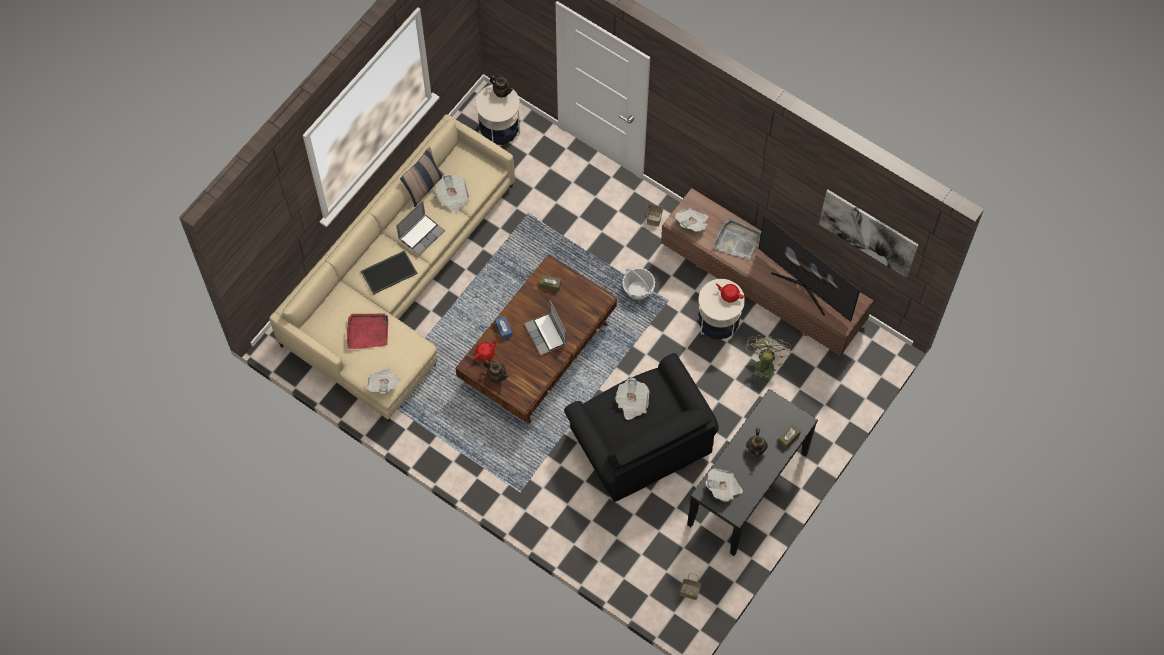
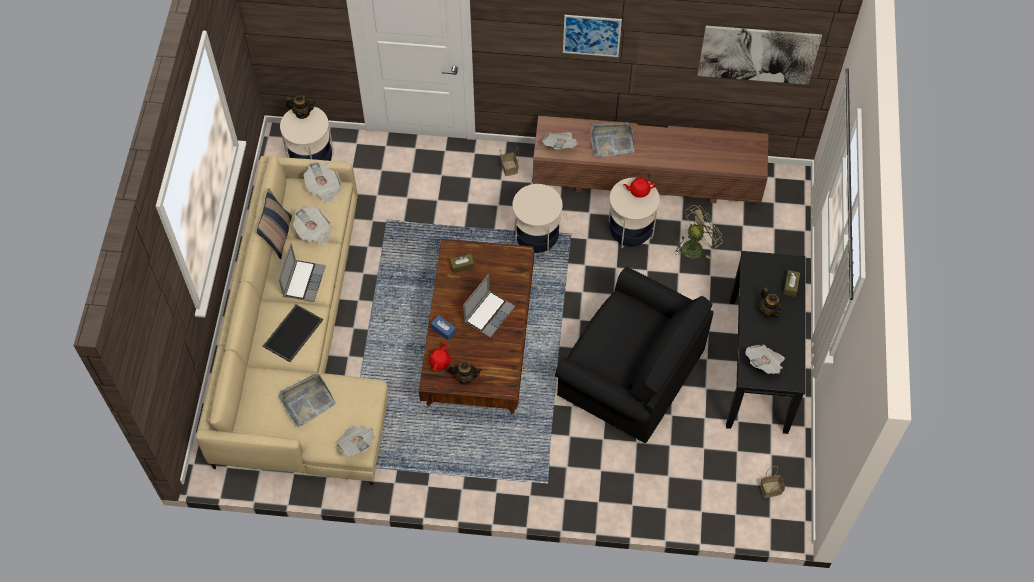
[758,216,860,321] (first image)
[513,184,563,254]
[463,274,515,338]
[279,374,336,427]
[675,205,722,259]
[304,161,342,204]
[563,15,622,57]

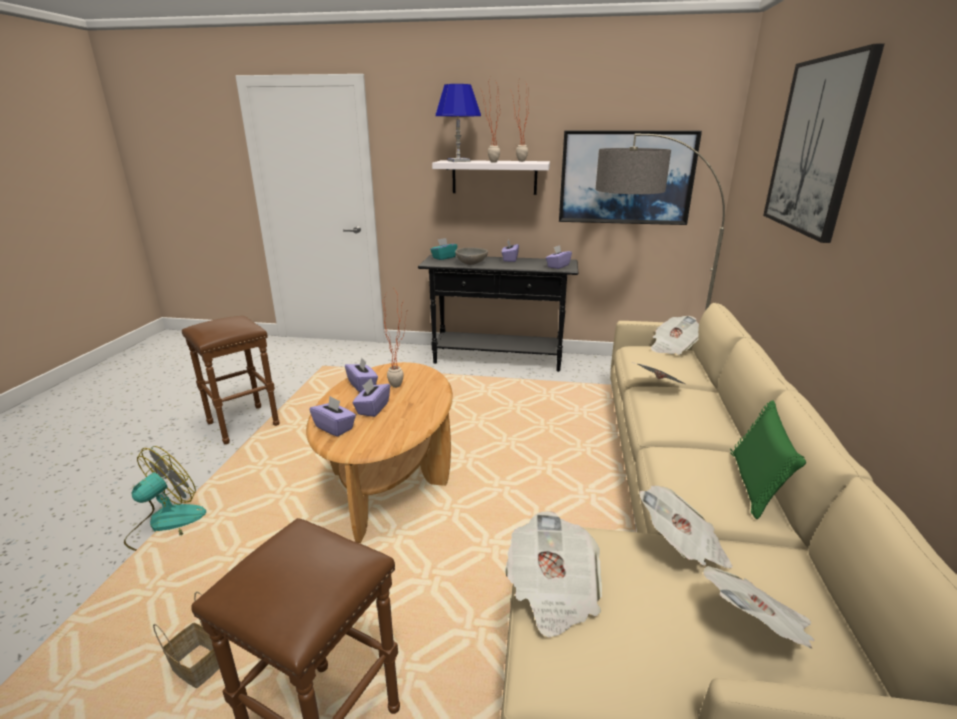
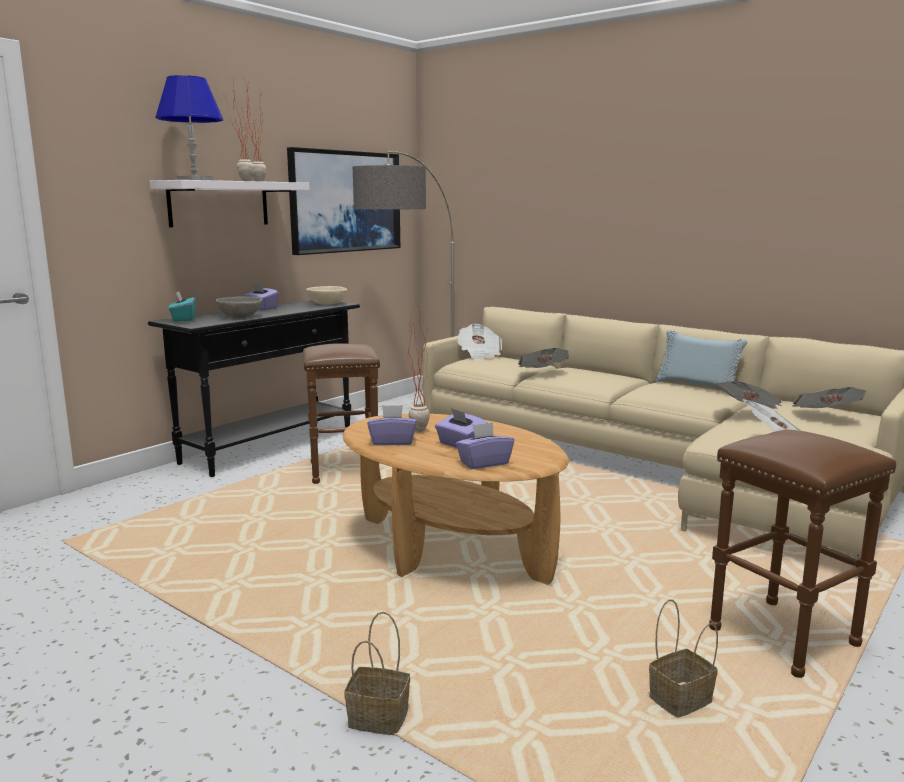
[763,43,885,243] (first image)
[306,286,347,305]
[303,344,380,484]
[655,330,747,395]
[344,612,410,735]

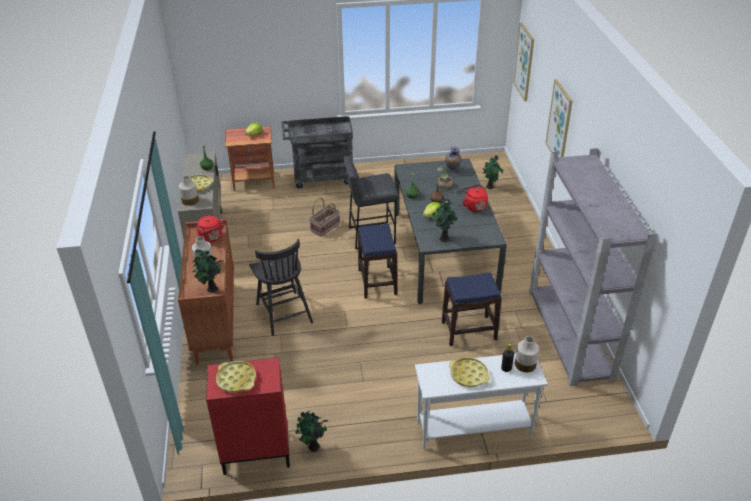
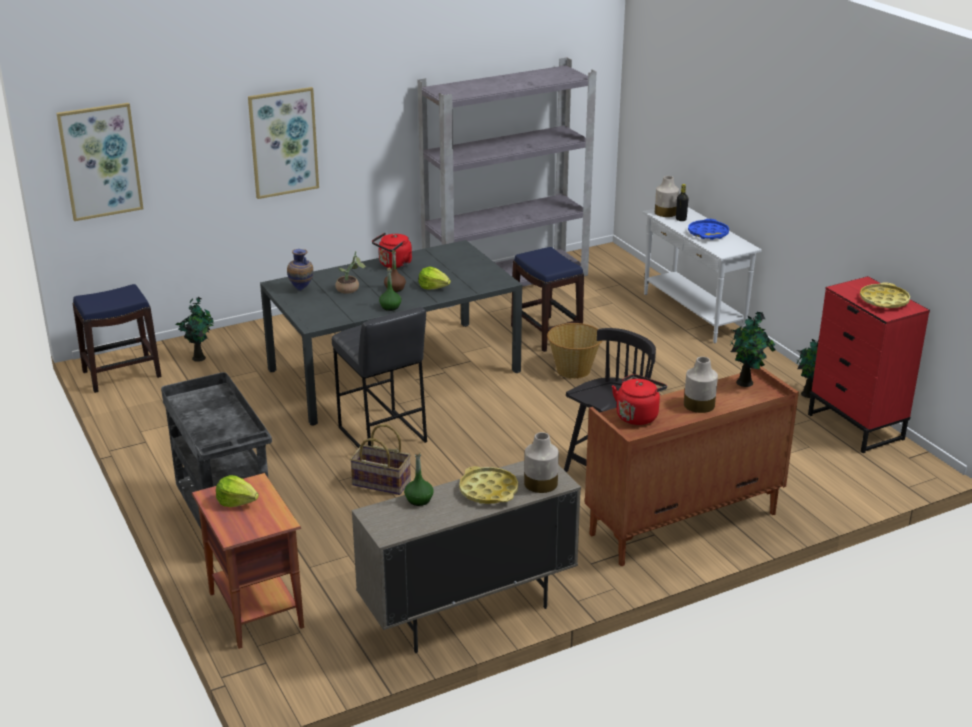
[432,197,457,242] (first image)
[73,284,162,393]
[688,219,729,240]
[547,323,602,379]

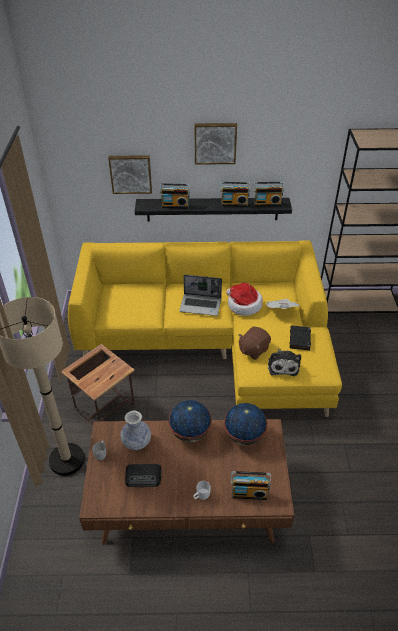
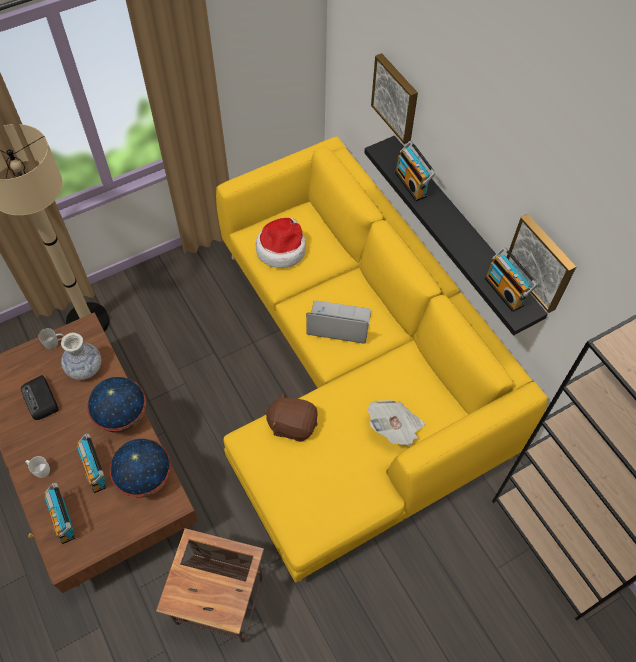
[507,214,576,313]
[77,433,106,493]
[306,300,371,344]
[255,218,306,268]
[290,326,311,350] (first image)
[156,528,264,643]
[268,349,301,376] (first image)

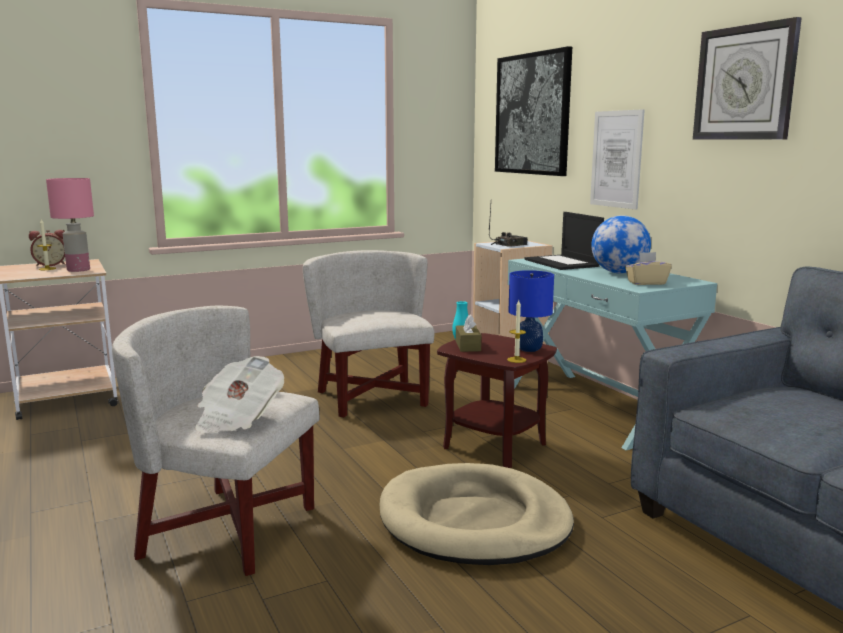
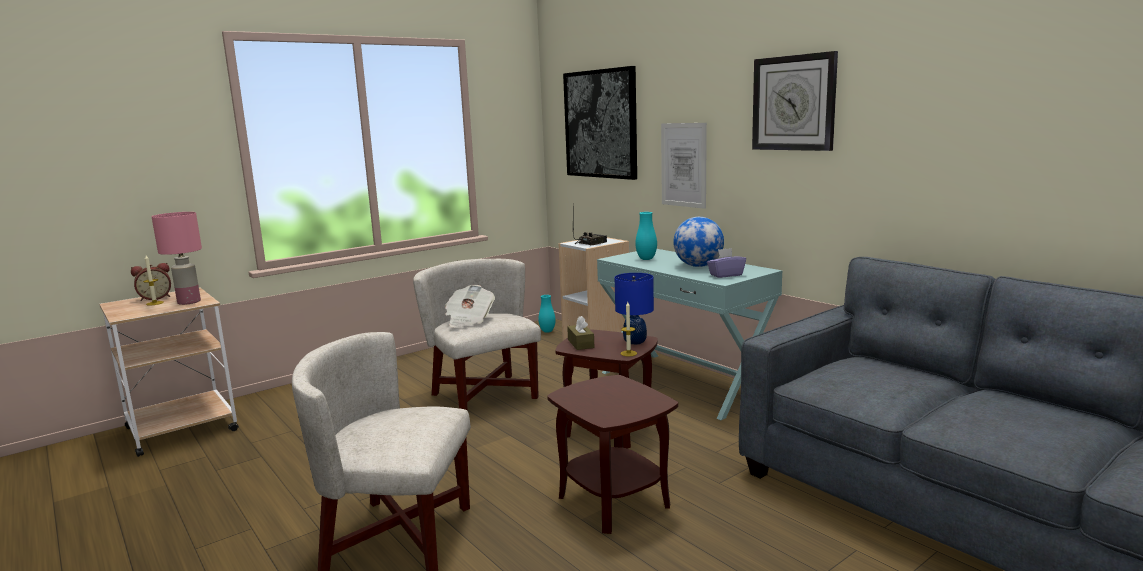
[635,212,657,260]
[707,248,746,278]
[445,285,495,328]
[547,375,678,534]

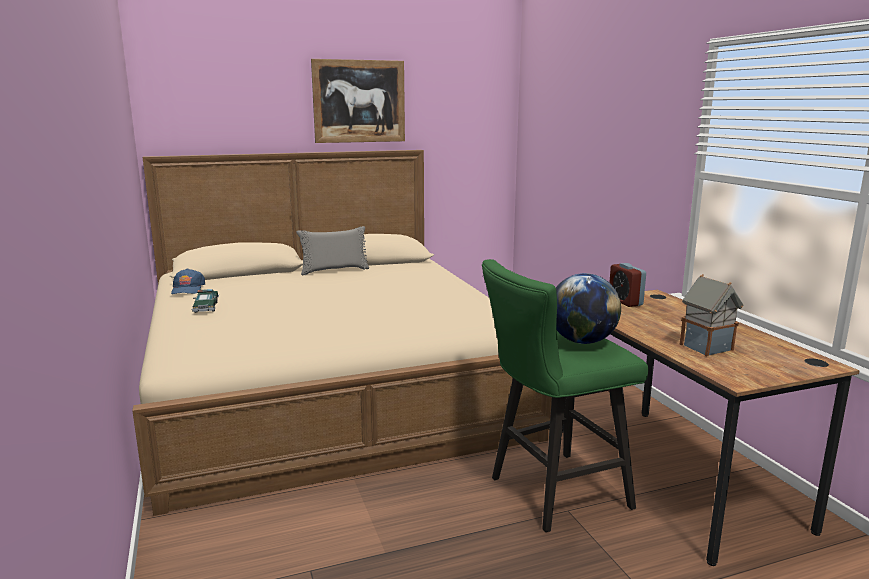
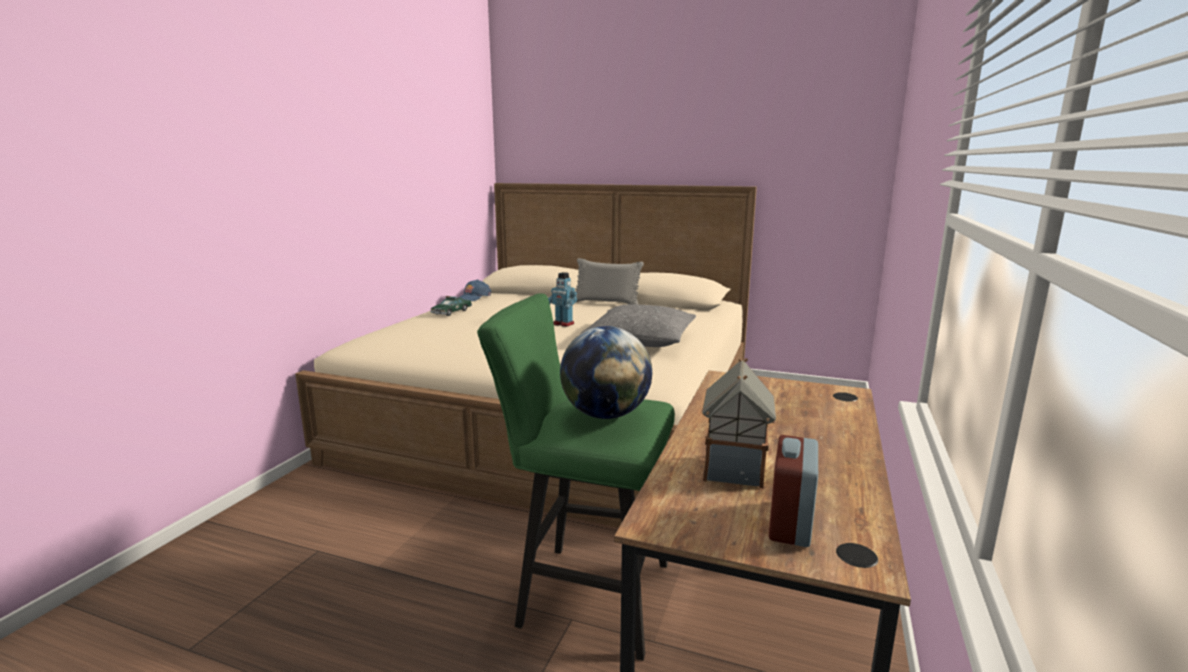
[311,59,405,143] (first image)
[769,435,818,547]
[548,272,577,327]
[580,304,696,347]

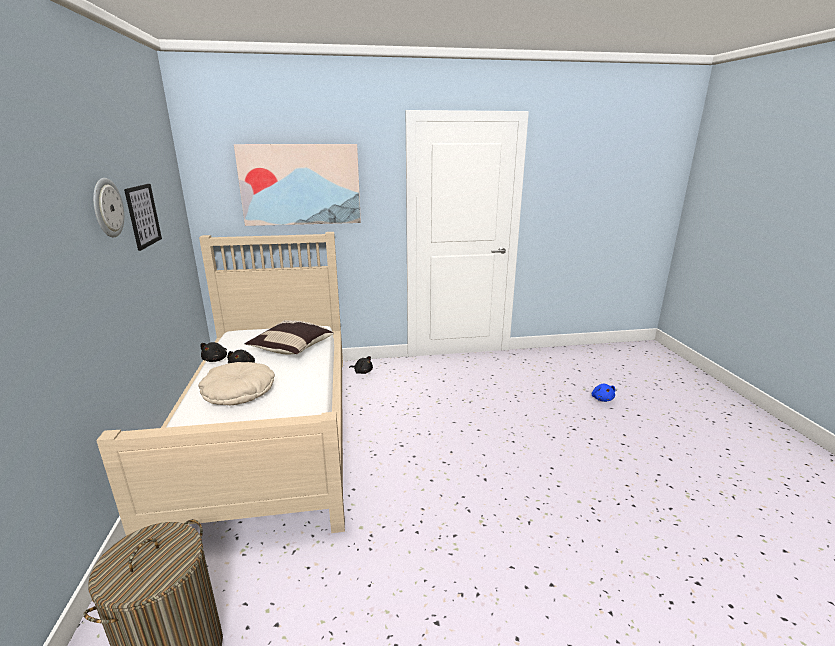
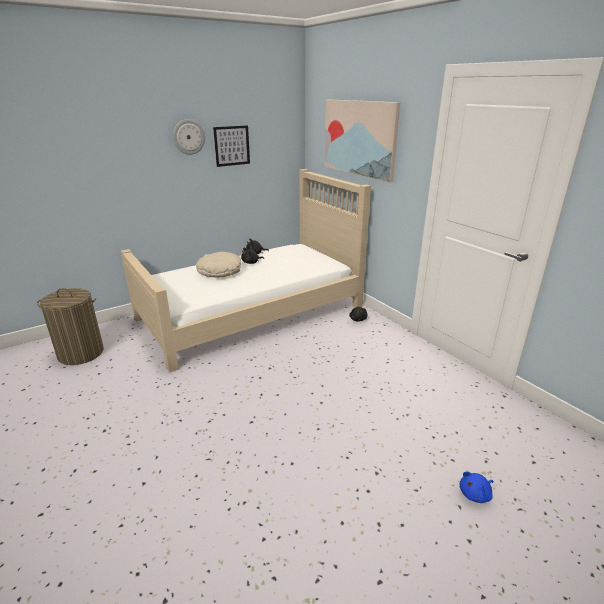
[245,320,334,355] (first image)

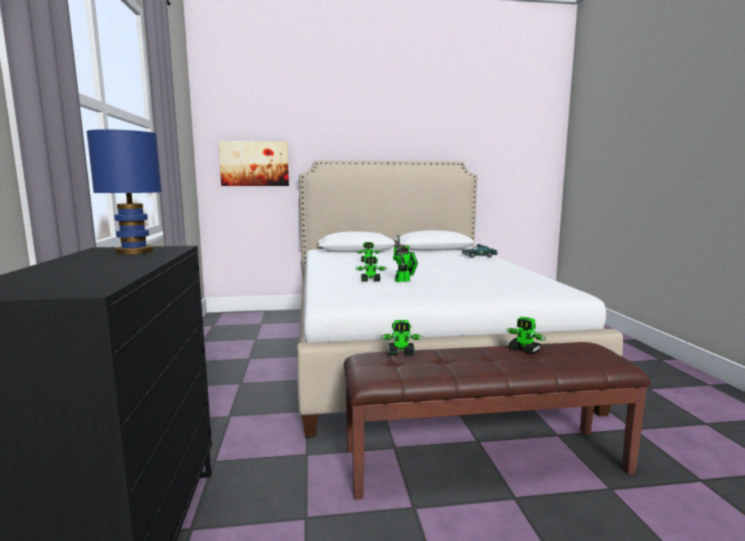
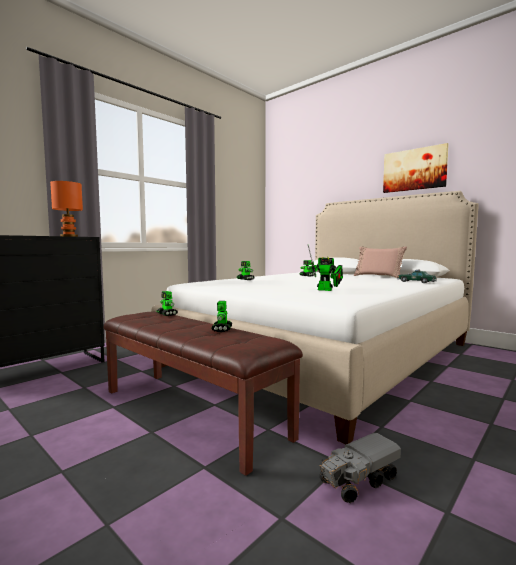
[50,181,83,237]
[383,143,449,193]
[308,245,343,291]
[354,246,407,279]
[320,433,401,503]

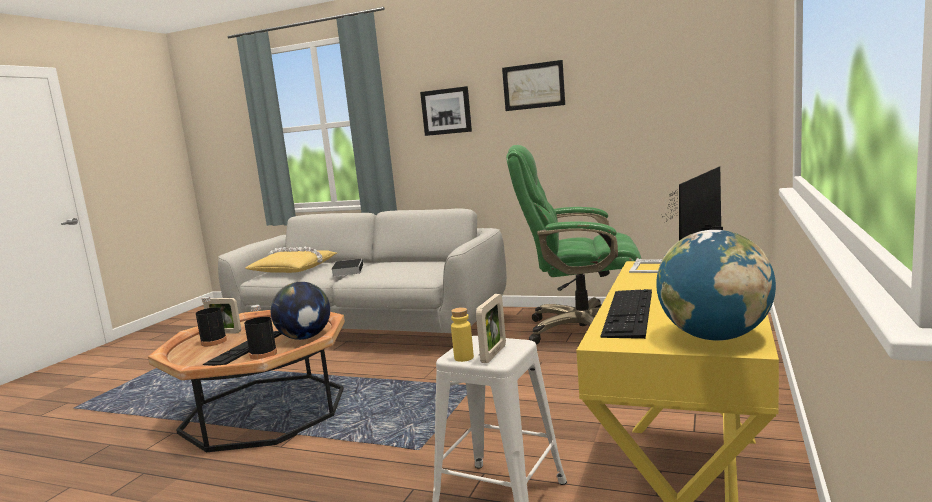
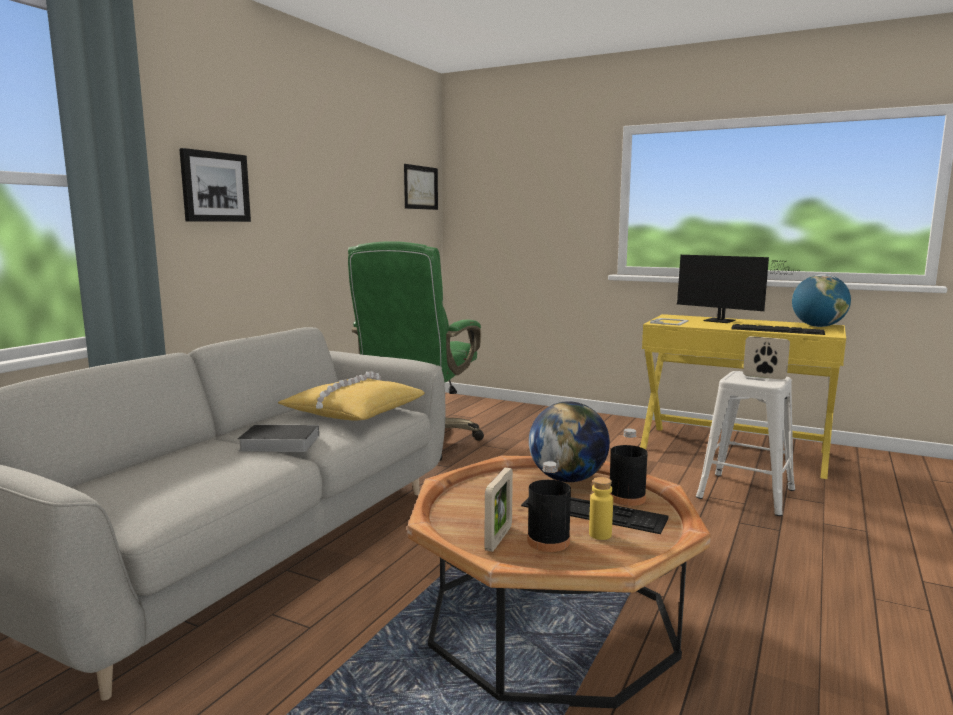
[404,164,438,210]
[278,372,425,421]
[589,477,613,540]

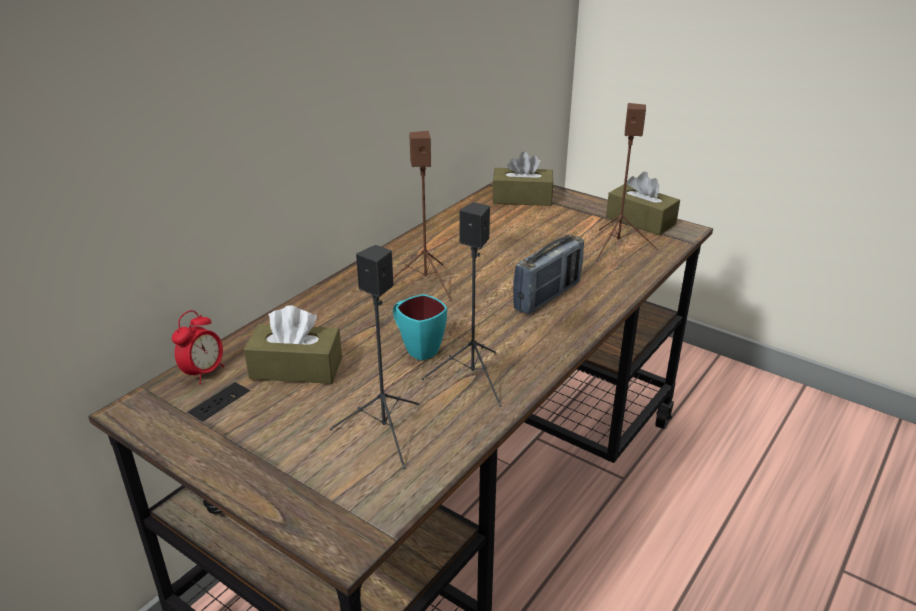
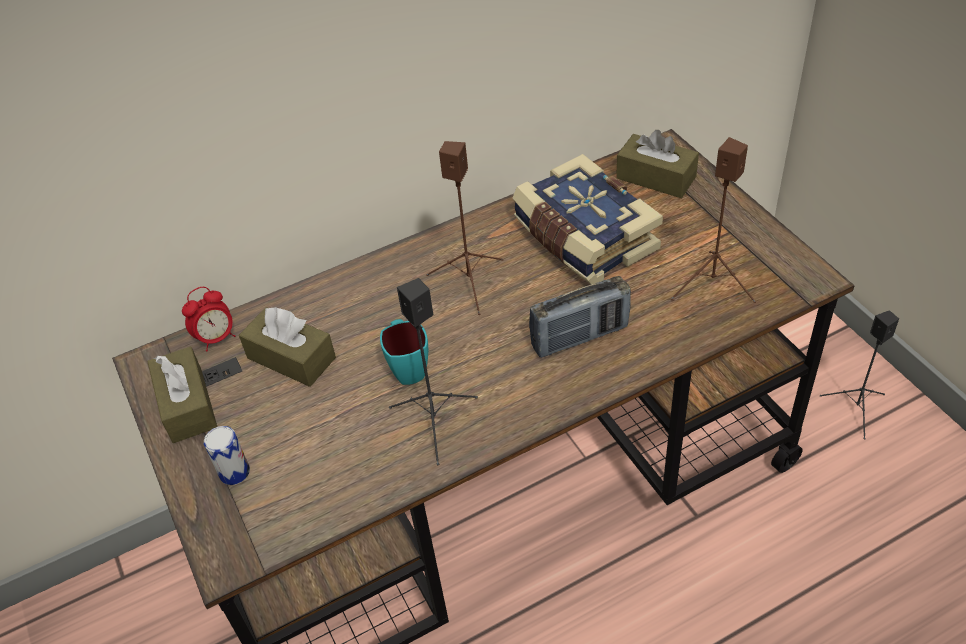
[147,347,217,443]
[820,310,899,440]
[512,154,663,285]
[204,426,250,485]

